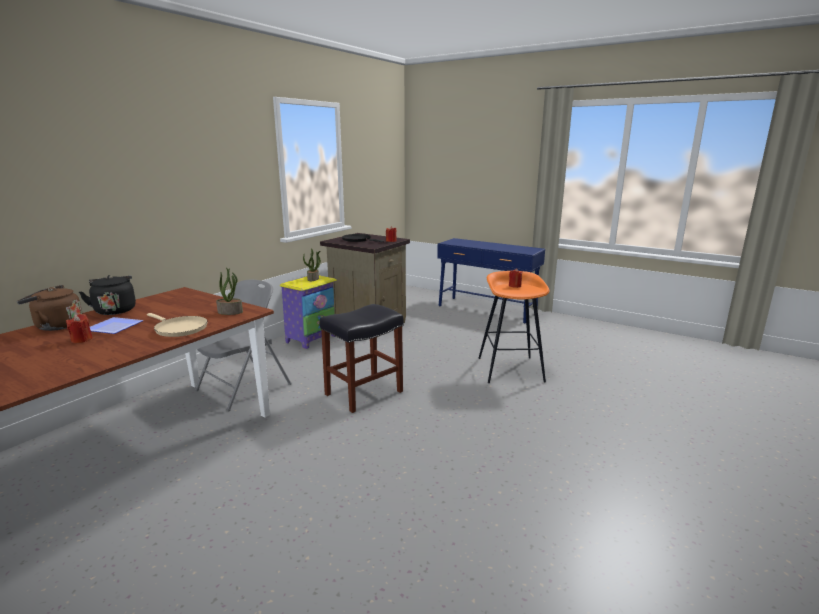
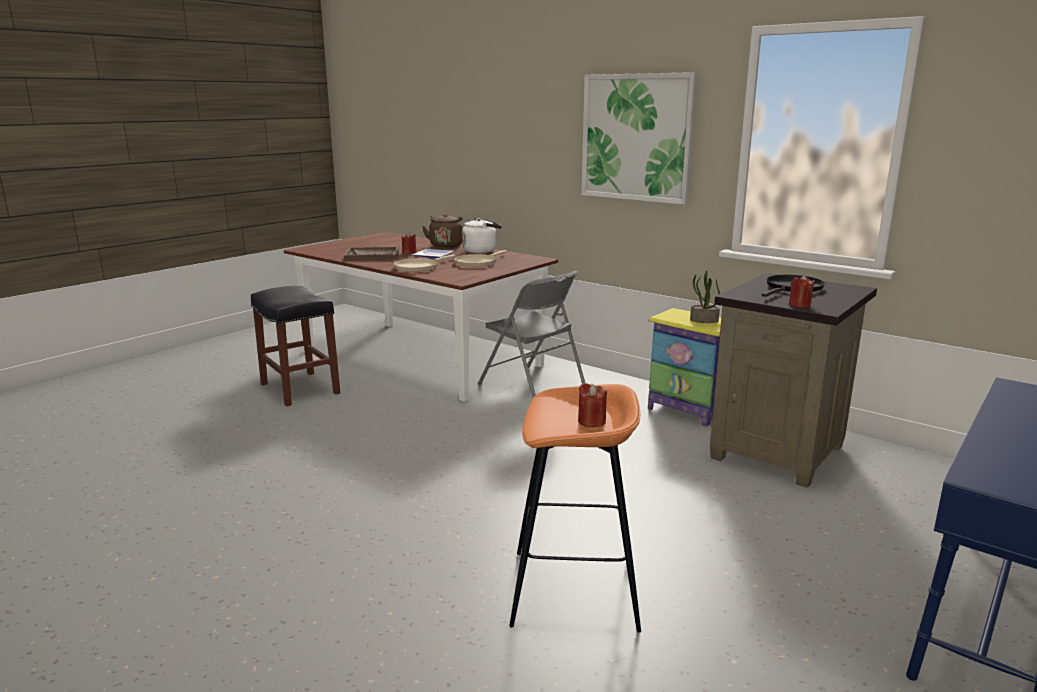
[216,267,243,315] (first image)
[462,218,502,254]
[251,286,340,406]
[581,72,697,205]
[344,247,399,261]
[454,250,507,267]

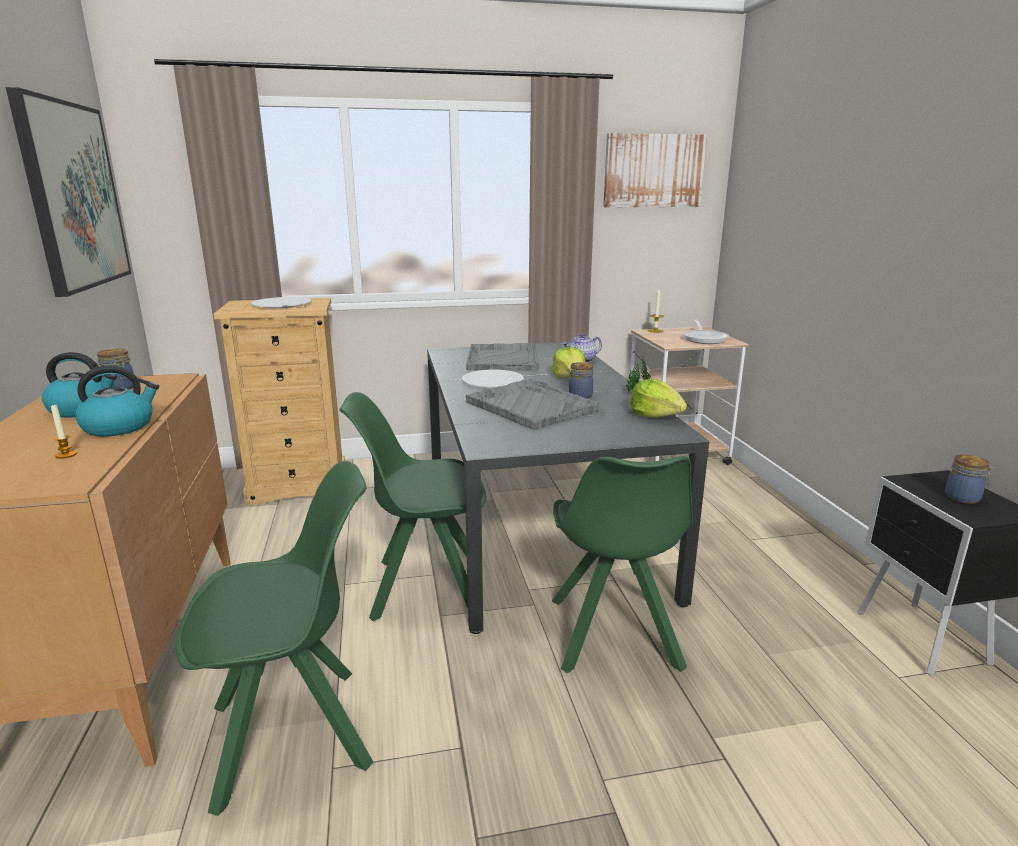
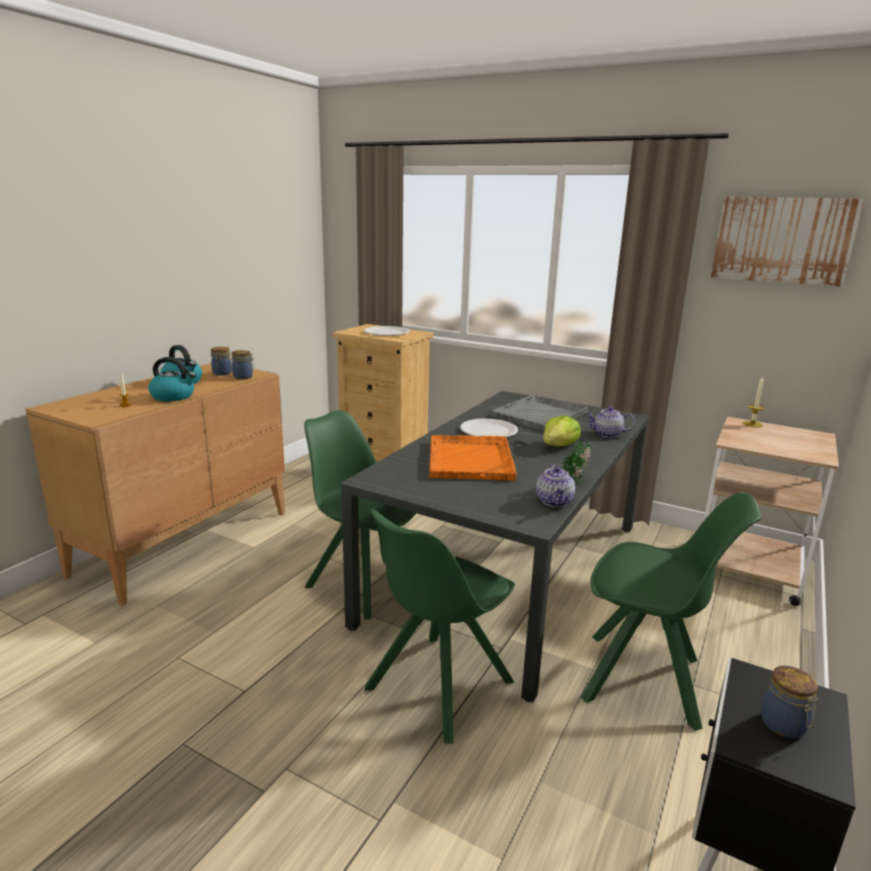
[6,87,131,297] (first image)
[683,320,729,344] (first image)
[232,350,255,380]
[429,435,517,480]
[536,464,575,507]
[580,492,761,731]

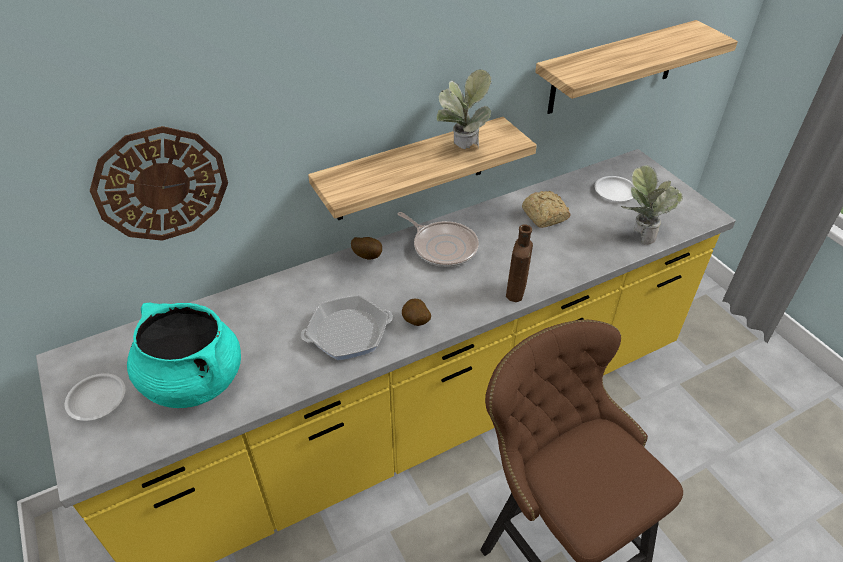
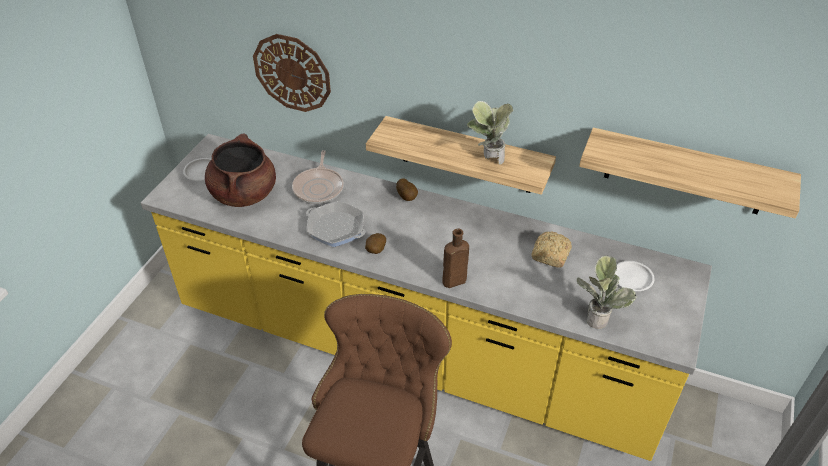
[292,150,343,204]
[205,134,276,207]

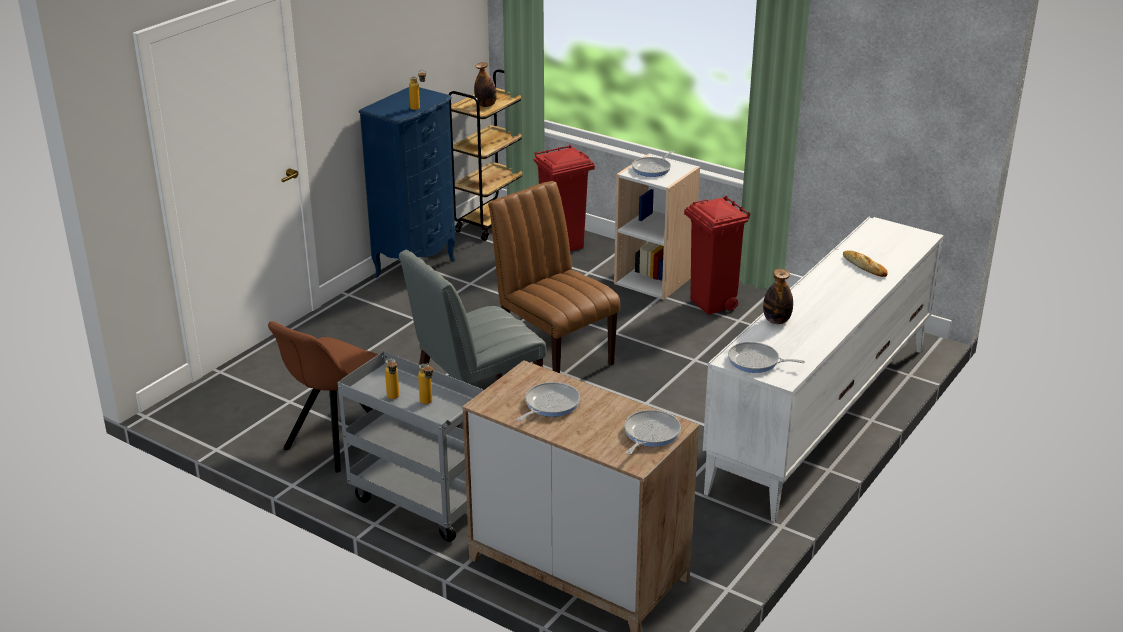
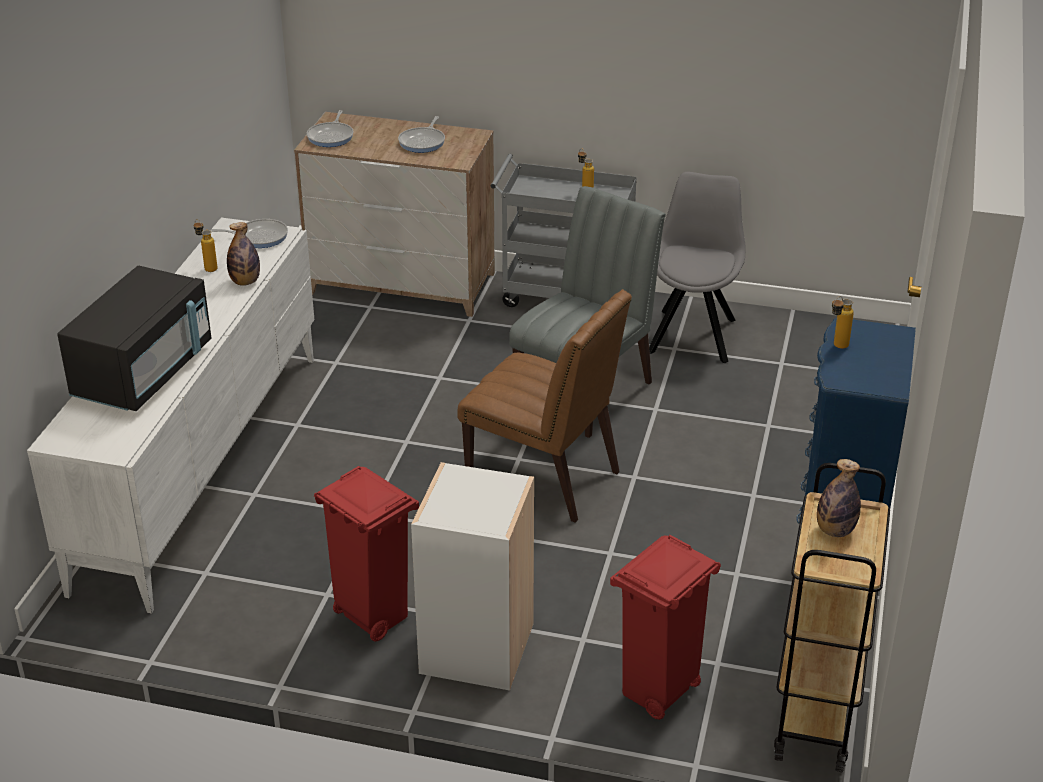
[632,151,674,177] (first image)
[57,266,211,411]
[649,172,746,363]
[194,219,218,272]

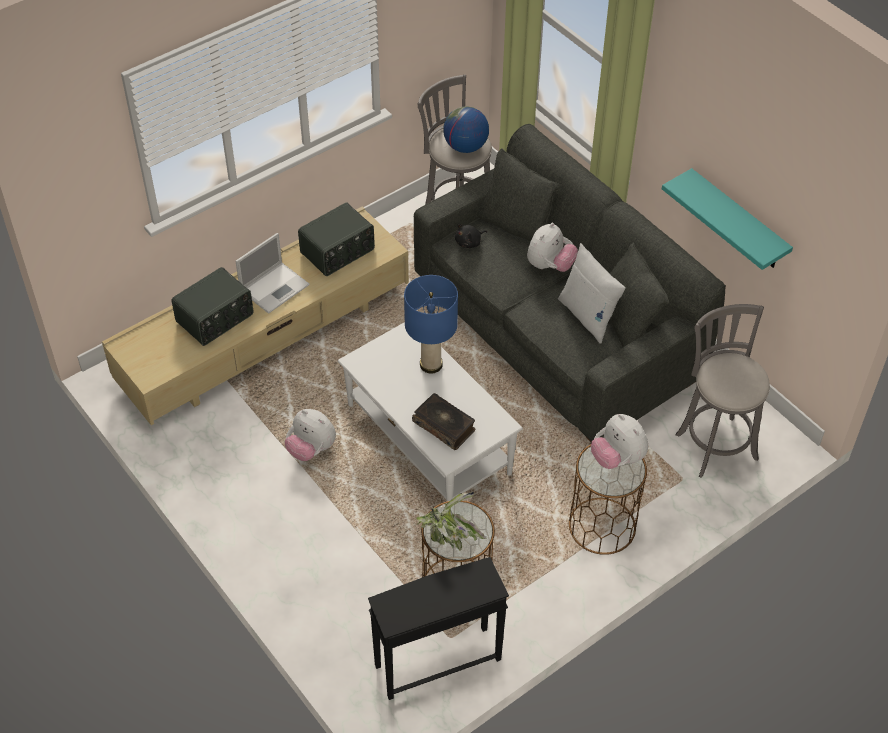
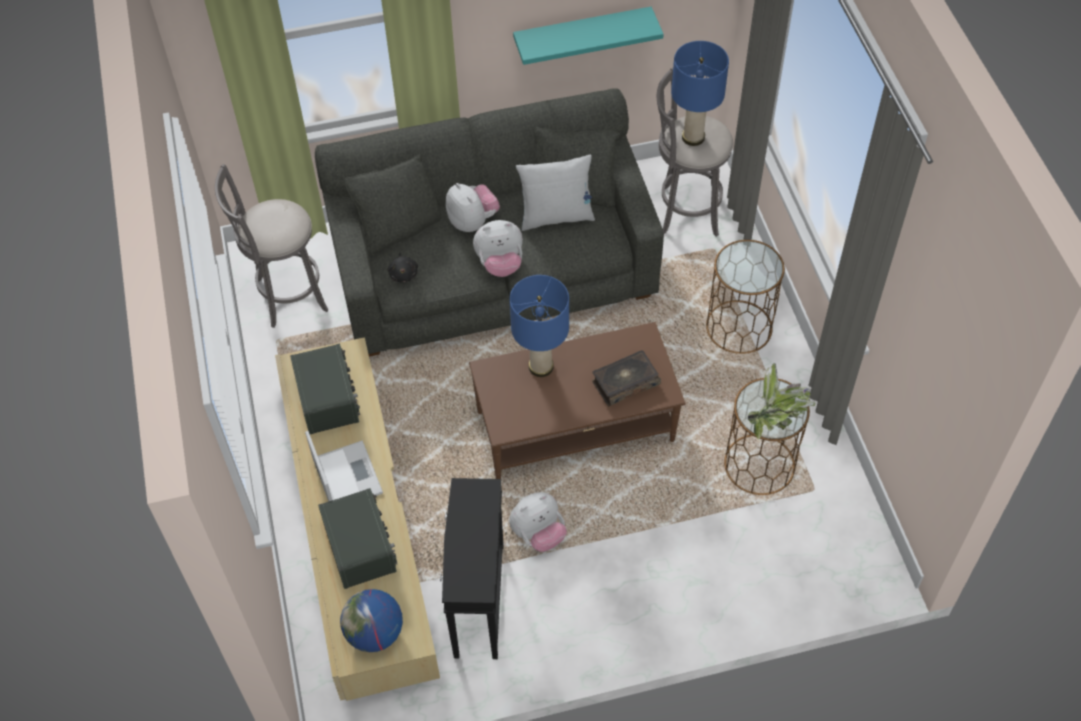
[340,589,403,652]
[469,322,685,479]
[473,220,523,277]
[440,478,504,659]
[671,41,729,146]

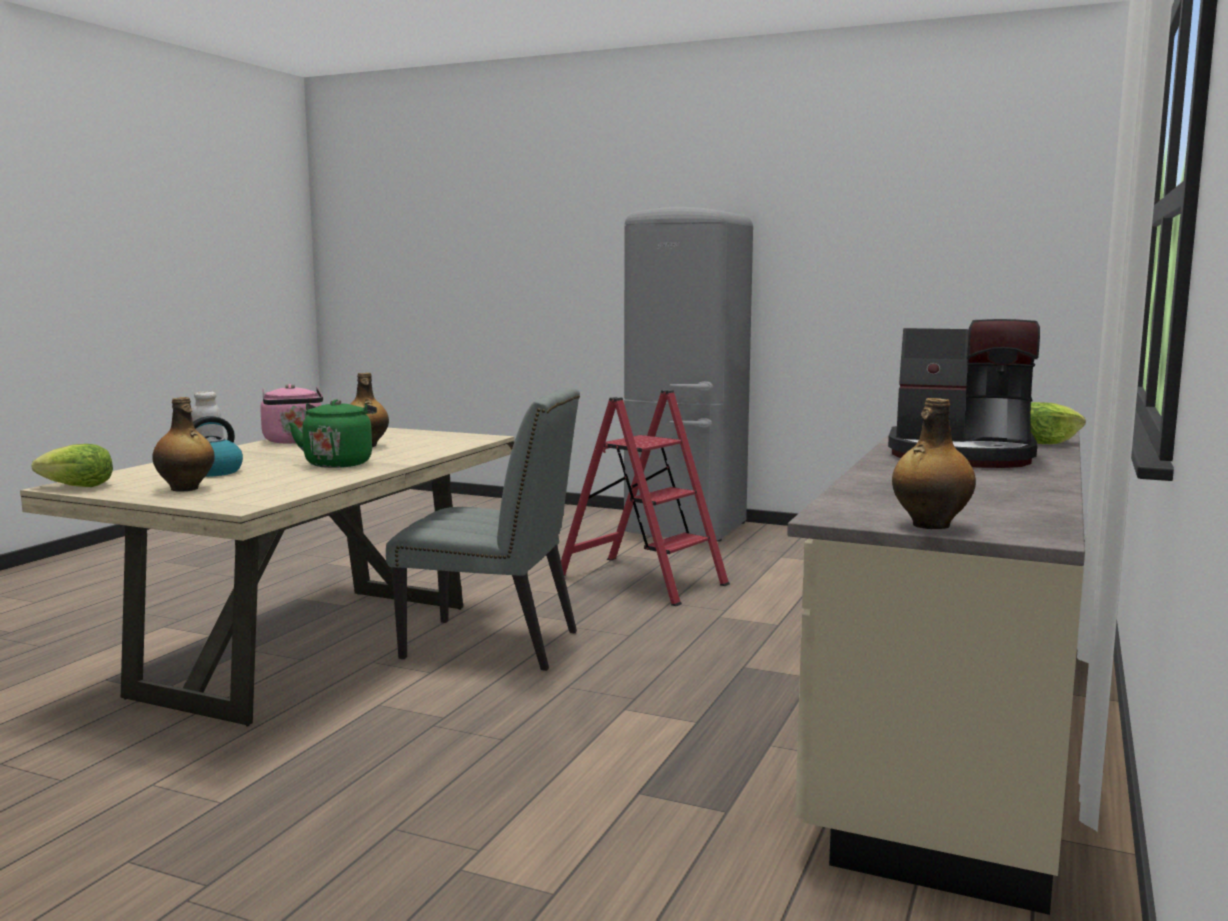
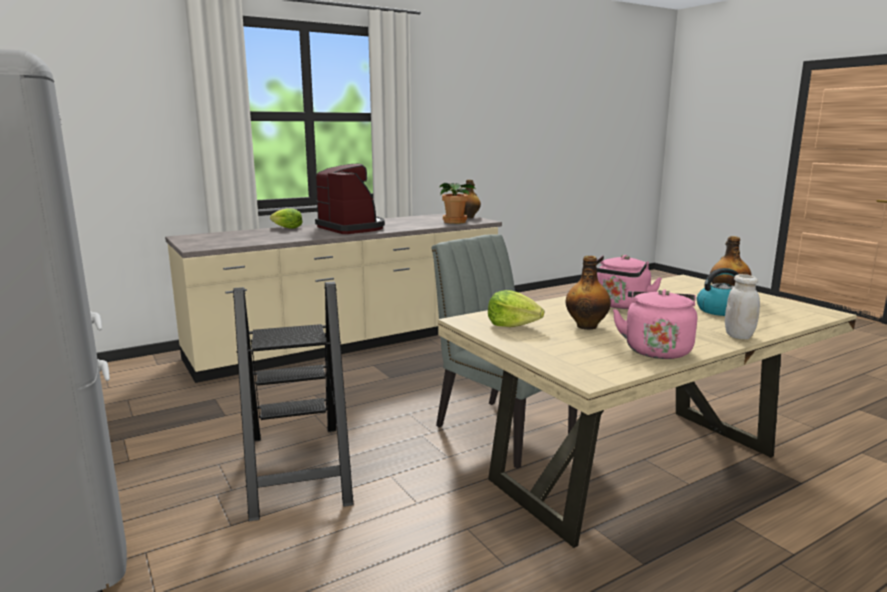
[233,282,354,522]
[597,255,662,309]
[488,290,544,327]
[439,183,476,224]

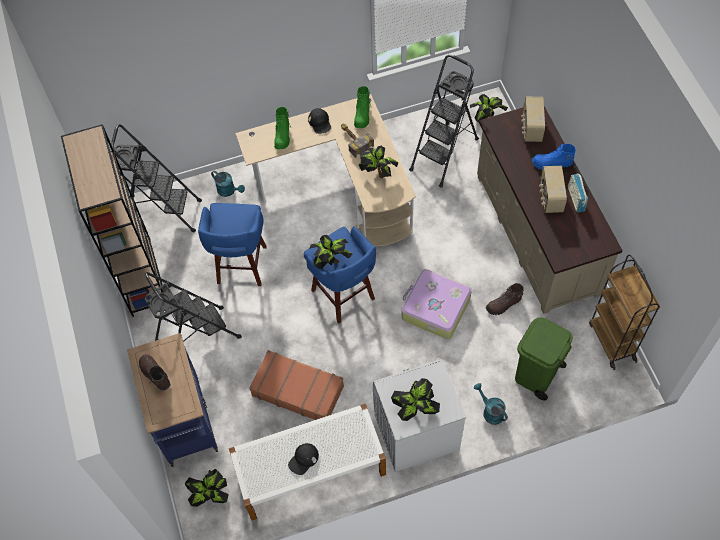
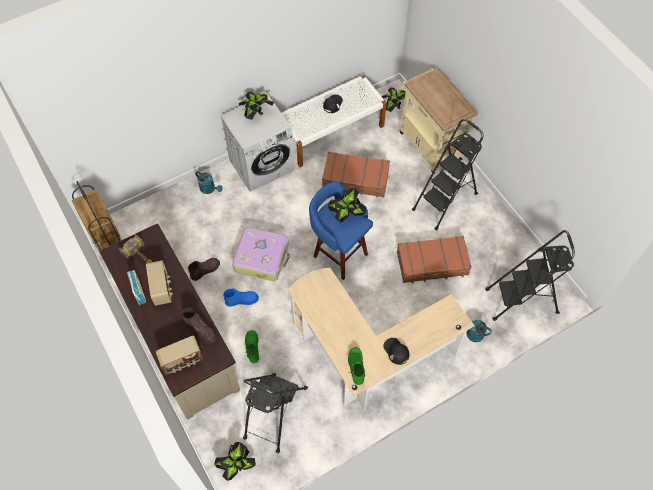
[156,336,203,375]
[245,330,259,363]
[119,234,153,263]
[61,124,163,317] (first image)
[223,289,259,307]
[359,146,399,178] (first image)
[397,236,472,283]
[515,317,573,401] (first image)
[400,68,478,174]
[182,308,217,344]

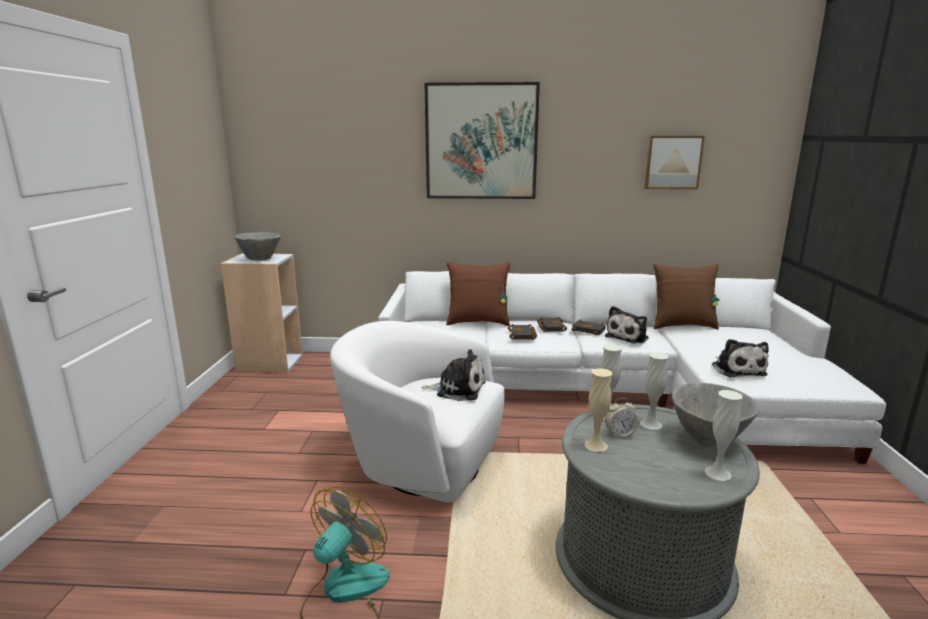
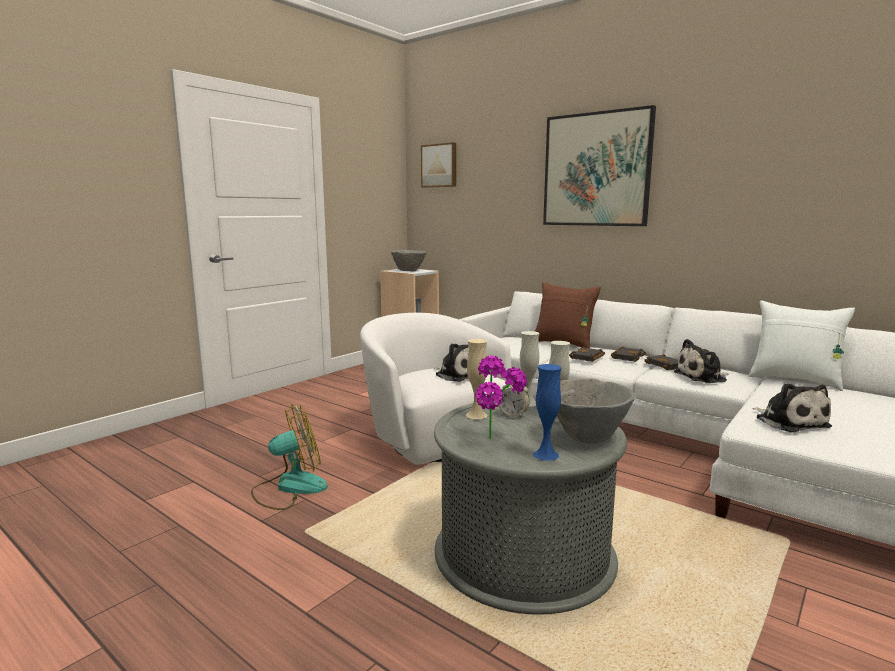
[421,142,456,188]
[749,300,855,391]
[753,383,832,433]
[533,364,562,461]
[475,356,527,439]

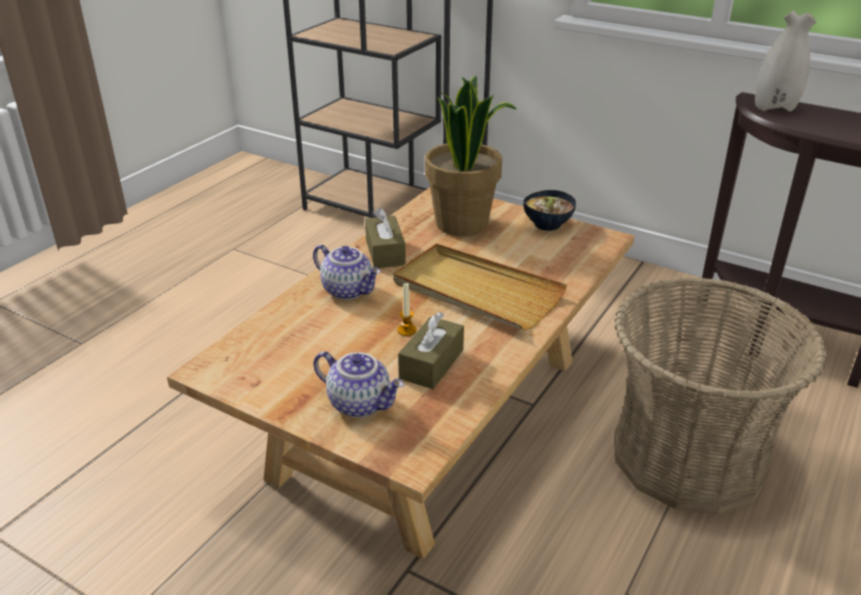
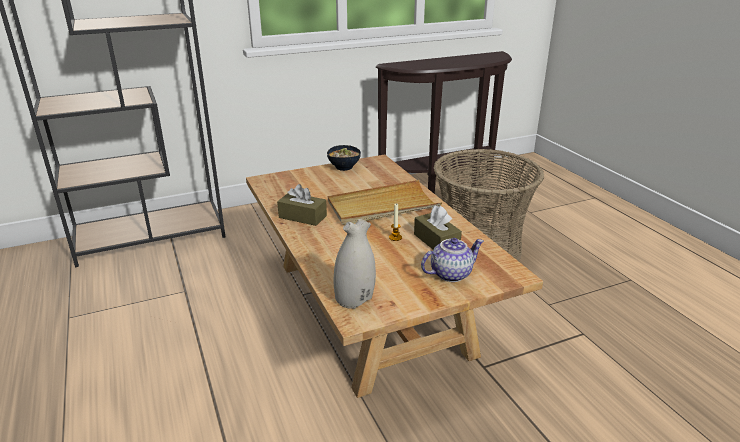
[333,219,376,309]
[425,75,517,236] (first image)
[313,245,381,300] (first image)

